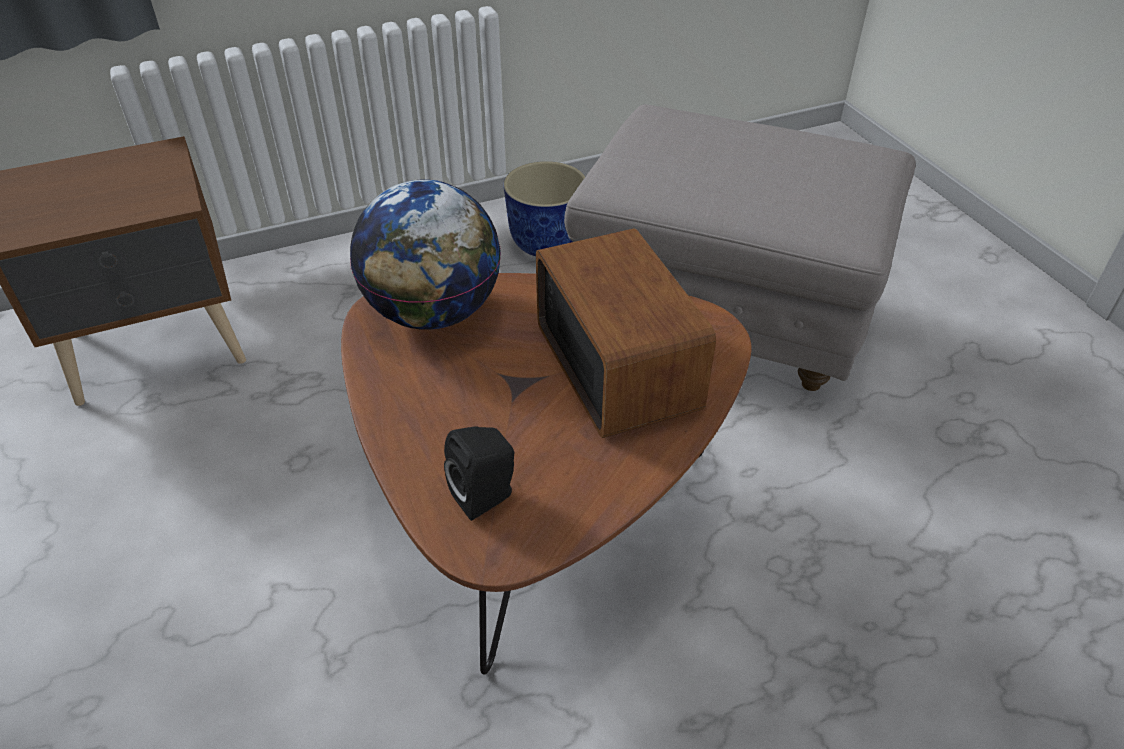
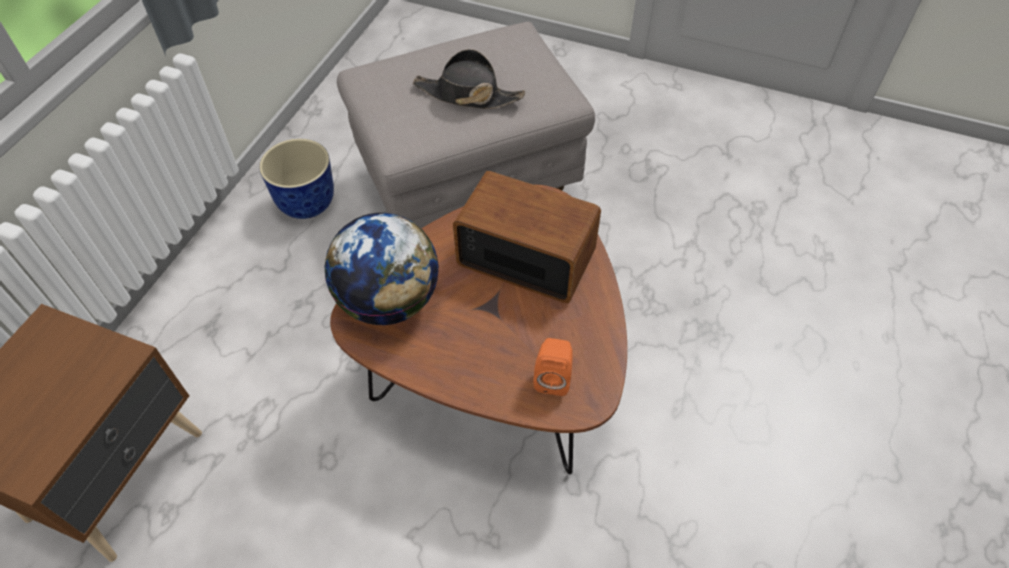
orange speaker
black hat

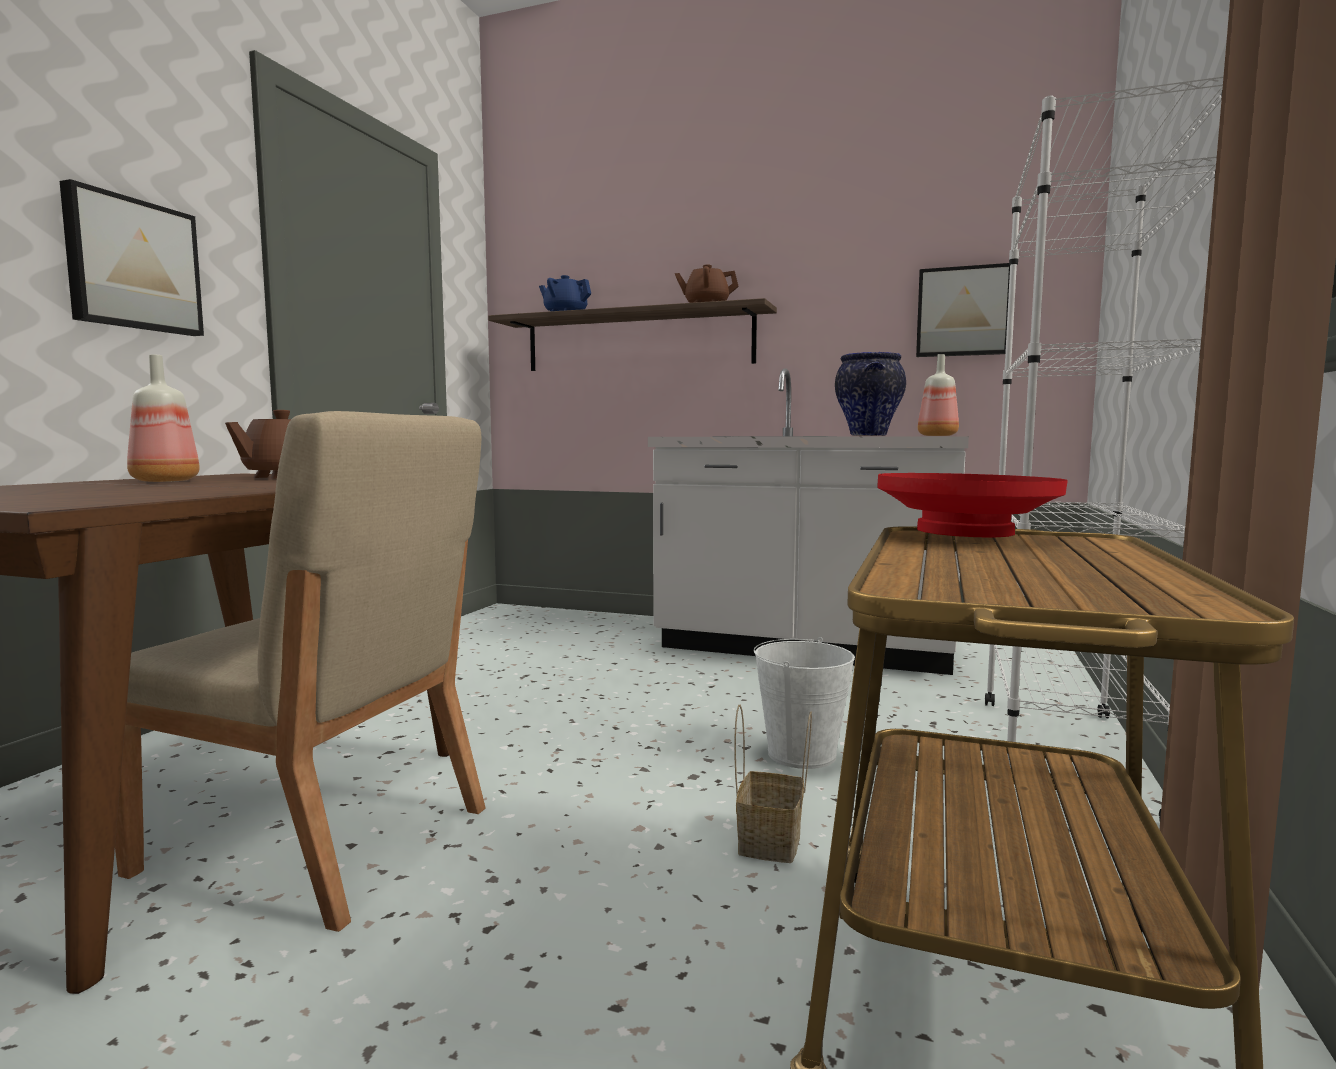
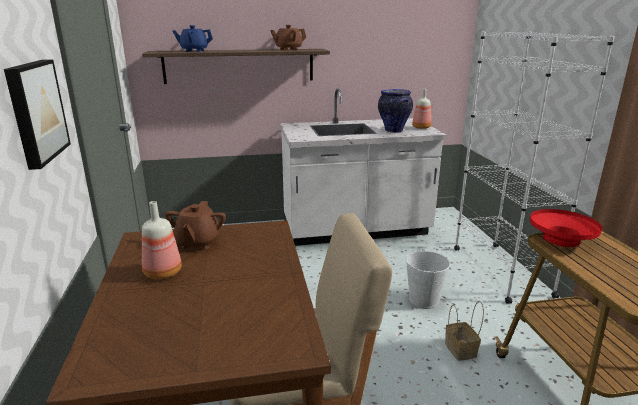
picture (no. 2 from left in the first image)

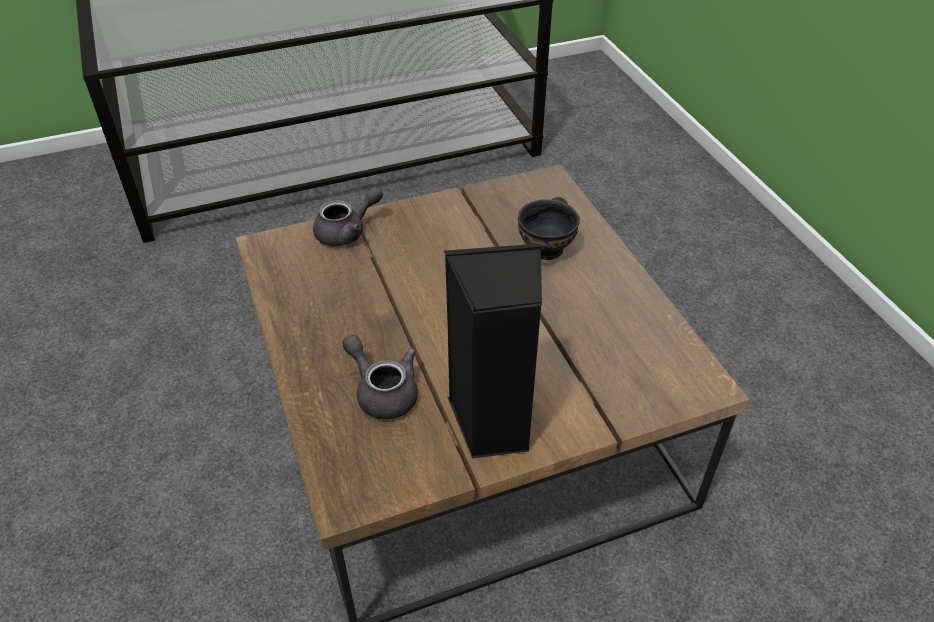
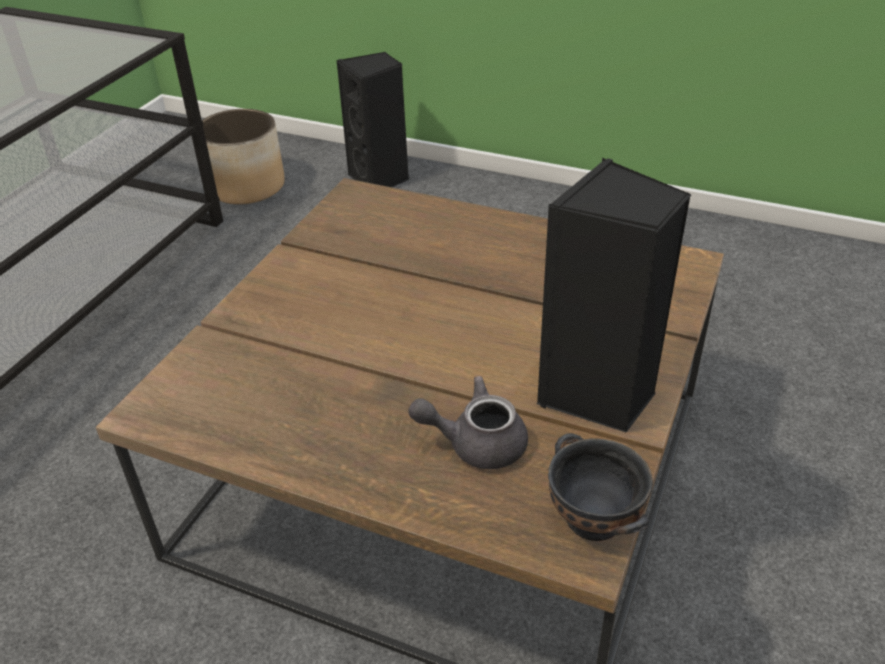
grey teapot (no. 1 from left in the first image)
black bowl
black speaker (no. 1 from left)
planter

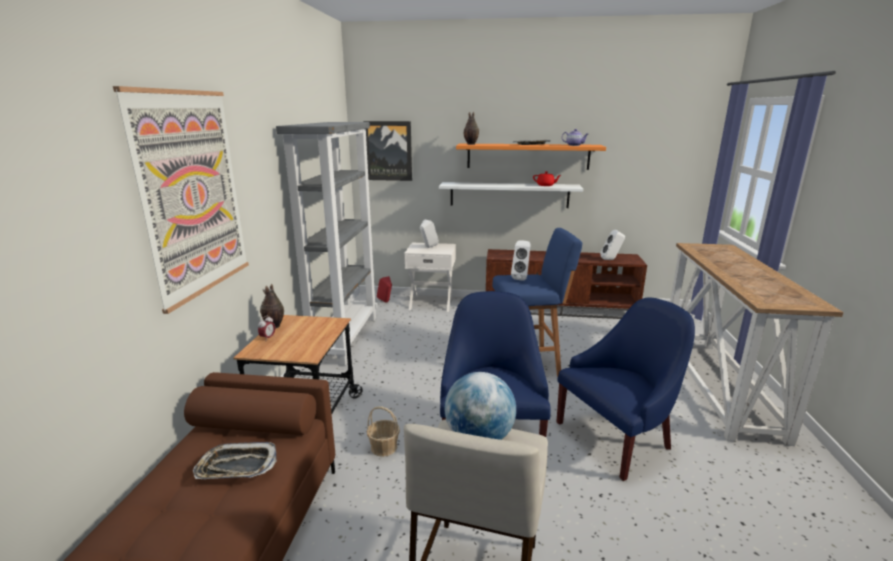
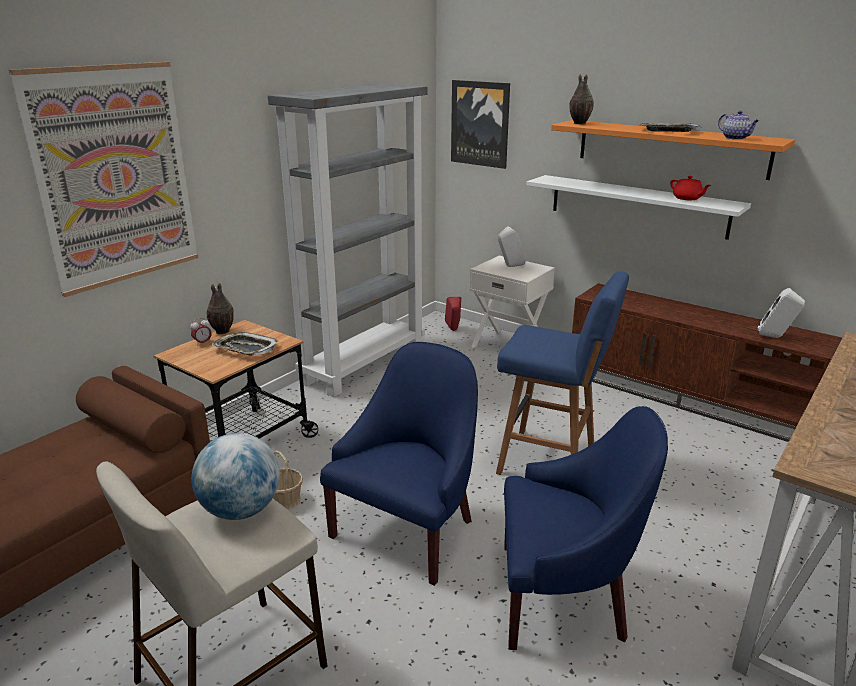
white speaker (no. 2 from left in the first image)
tray (no. 1 from left)

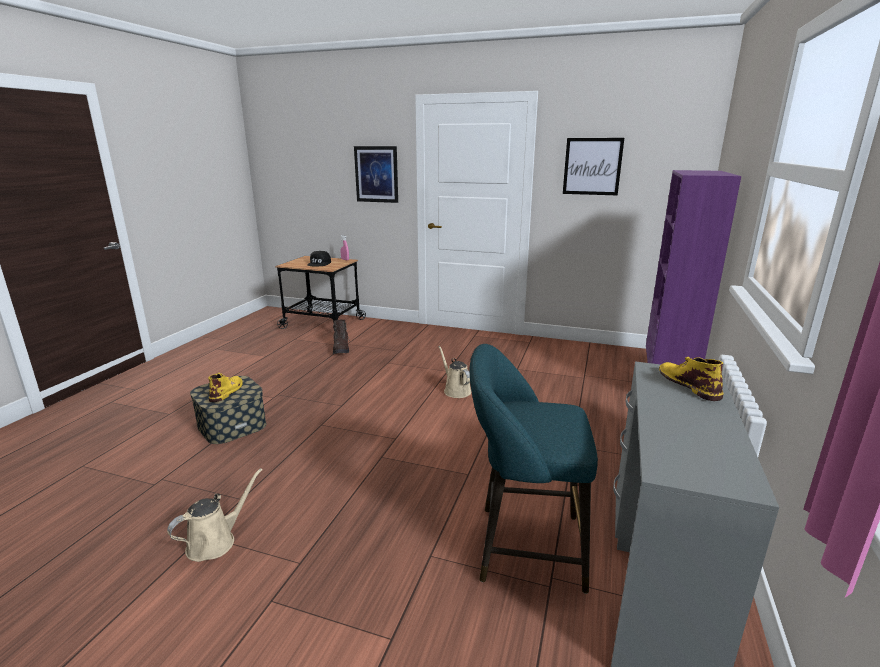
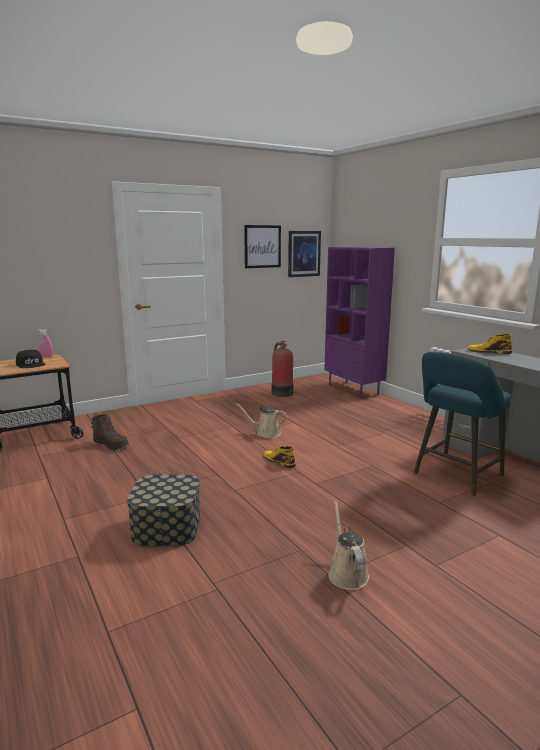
picture (no. 2 from left)
yellow boot (no. 1 from left)
fire extinguisher

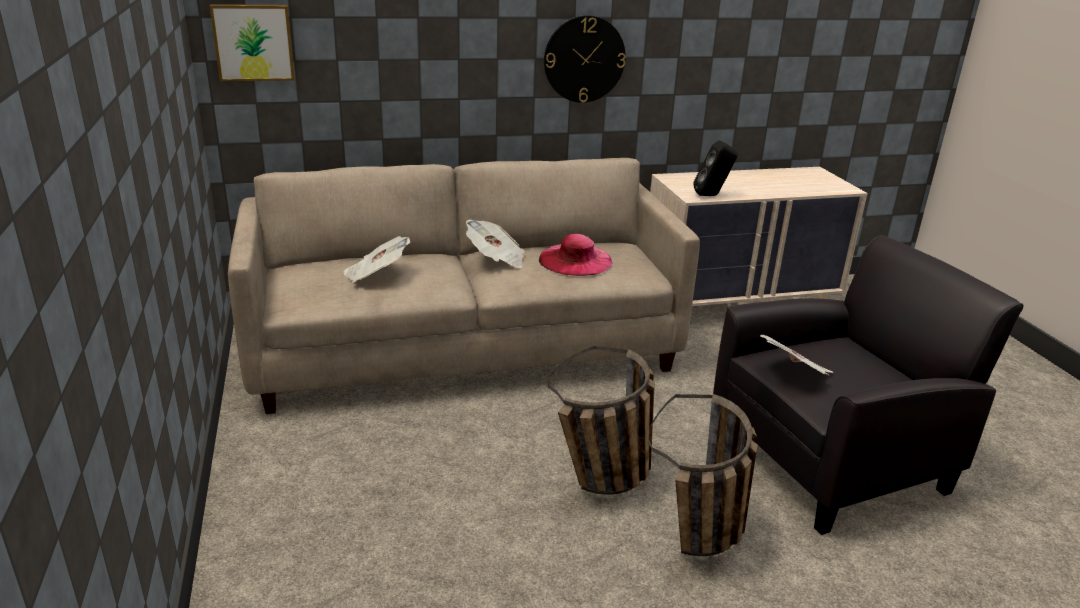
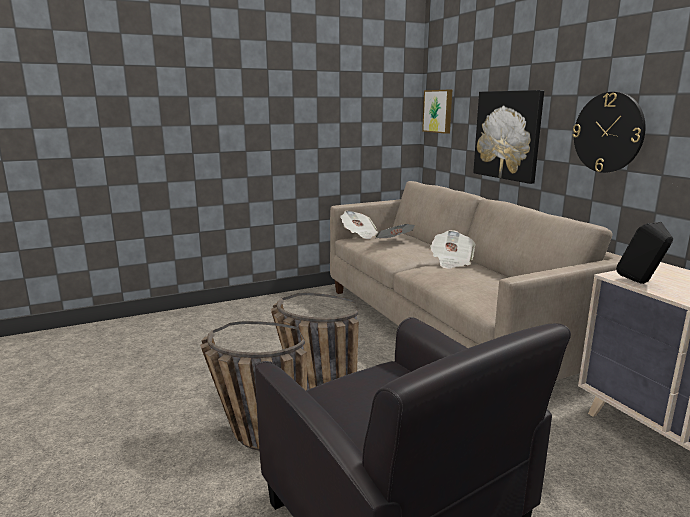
pink hat
newspaper (no. 1 from left)
picture (no. 2 from left)

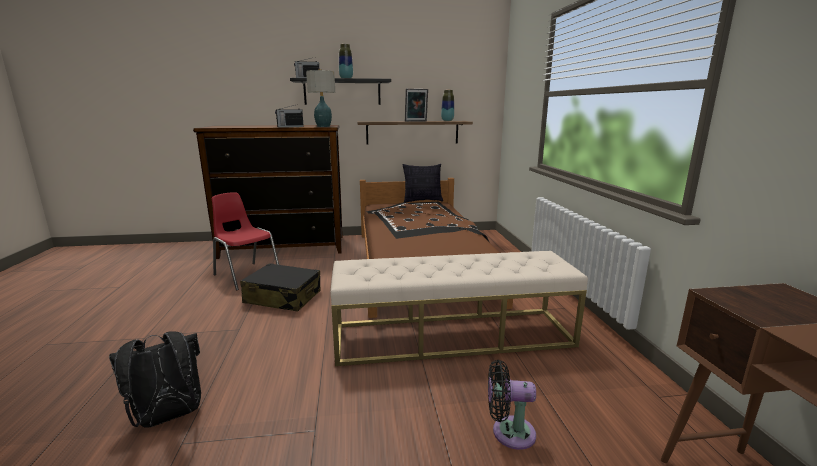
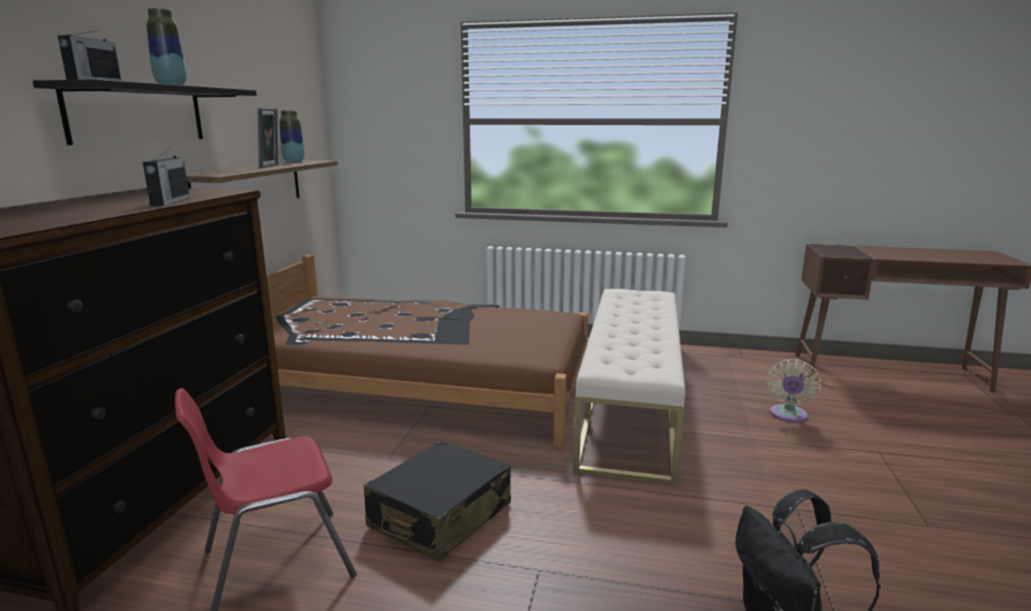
table lamp
pillow
beige fan

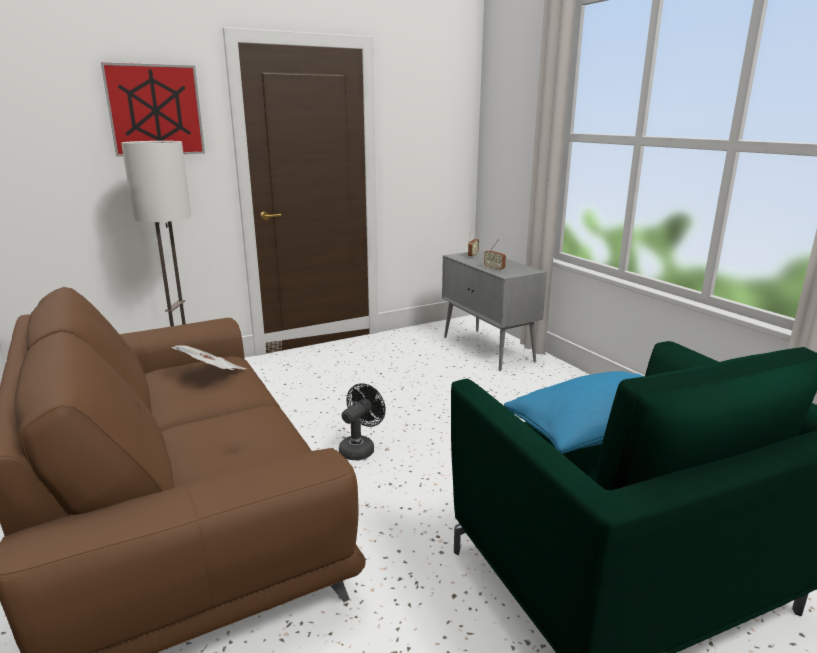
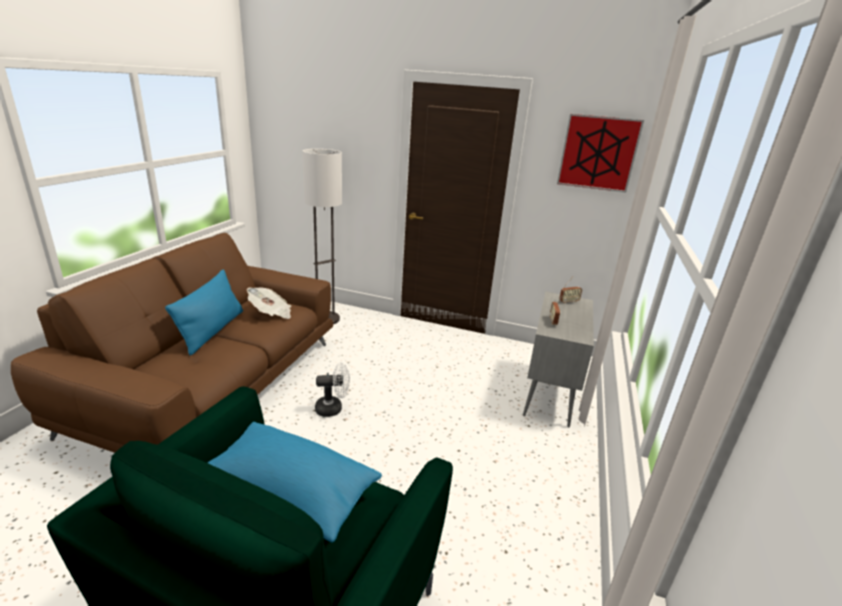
picture
white fan
blue pillow (no. 1 from left)

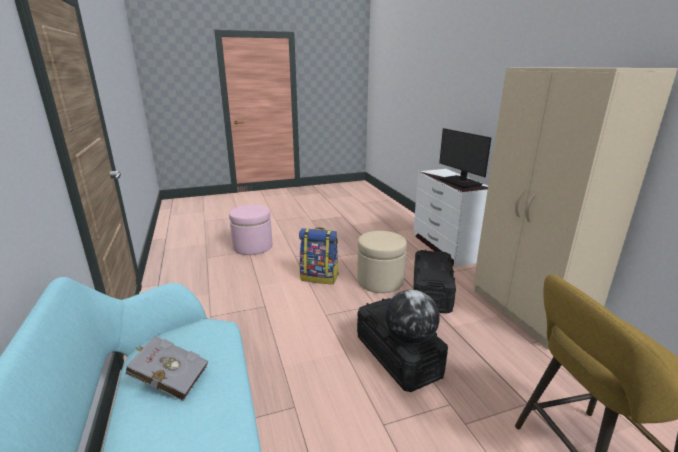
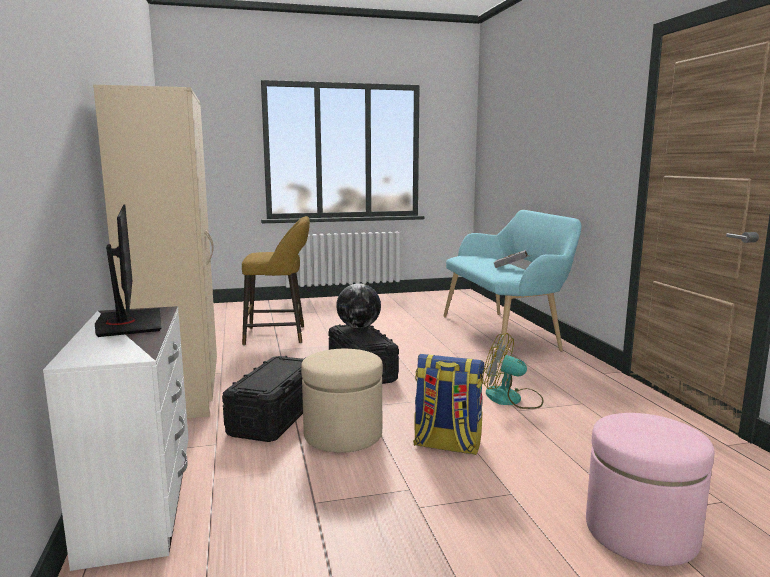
fan

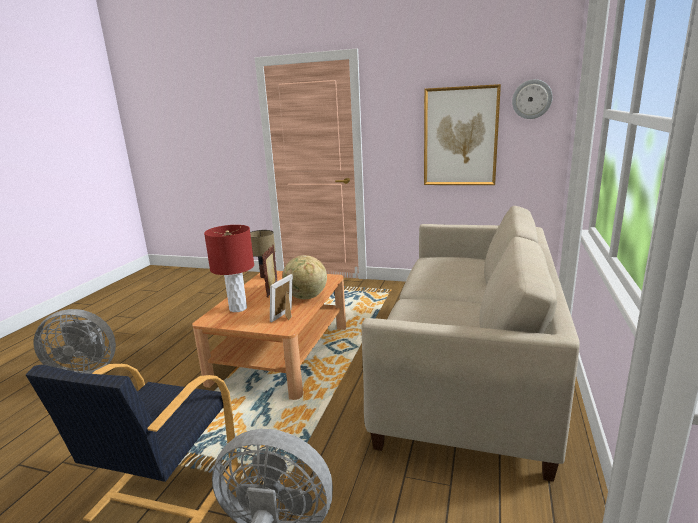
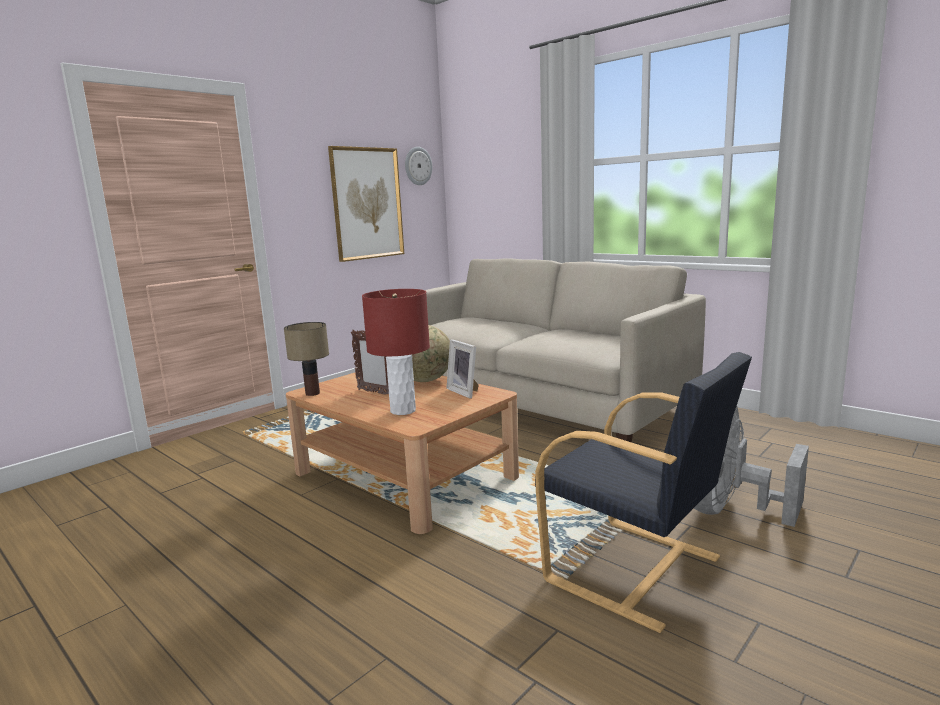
grey fan (no. 1 from left in the first image)

